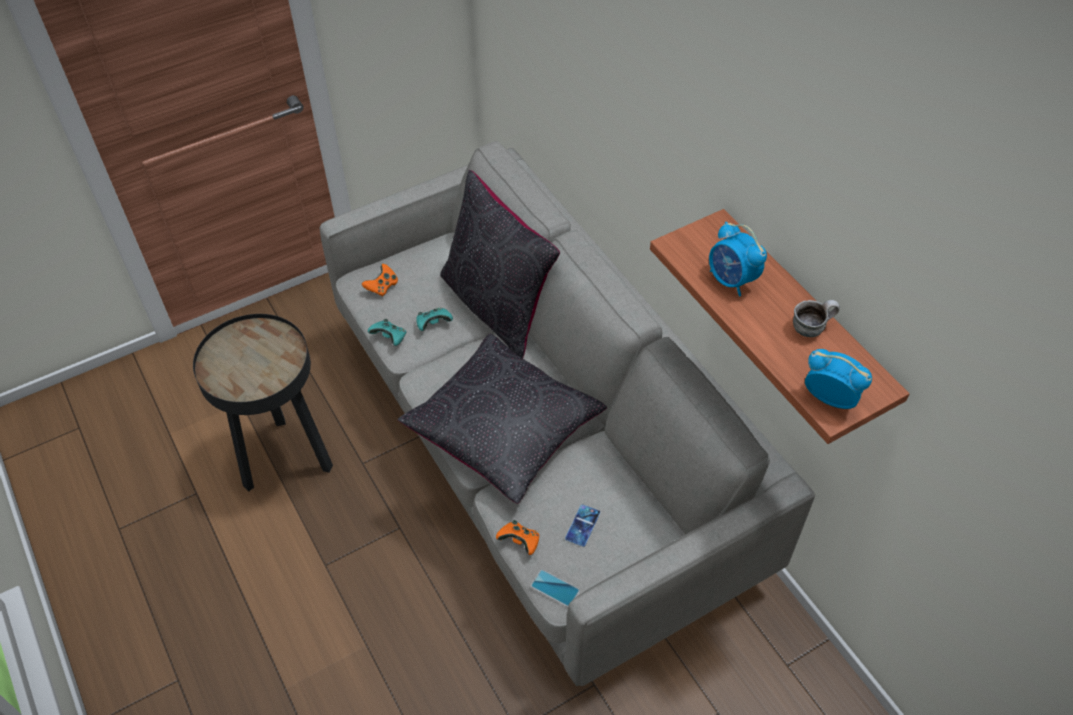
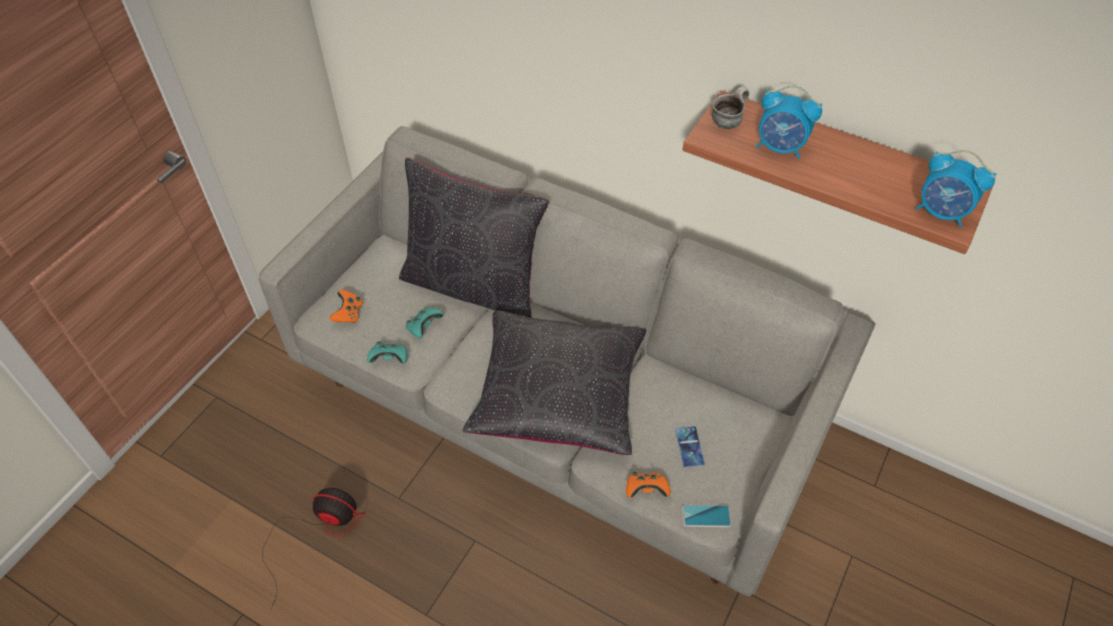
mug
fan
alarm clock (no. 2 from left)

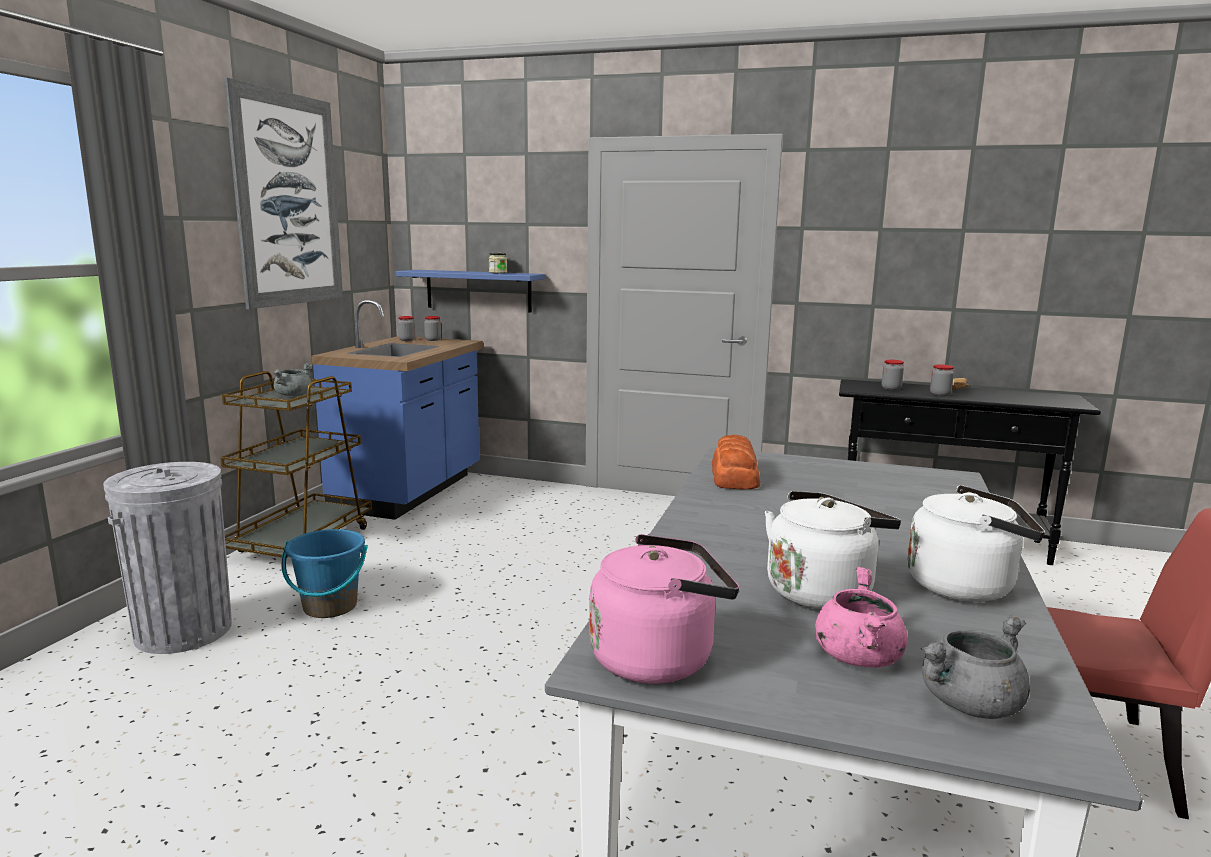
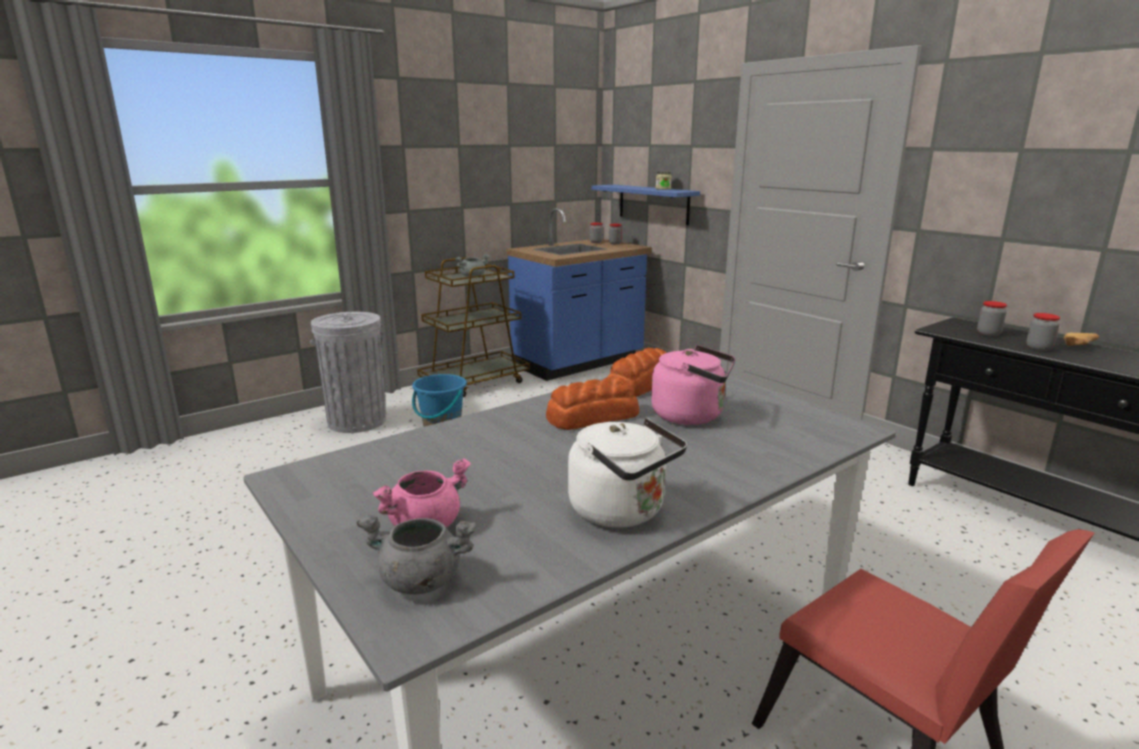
picture
white kettle (no. 1 from left in the first image)
pink kettle
bread (no. 1 from left)

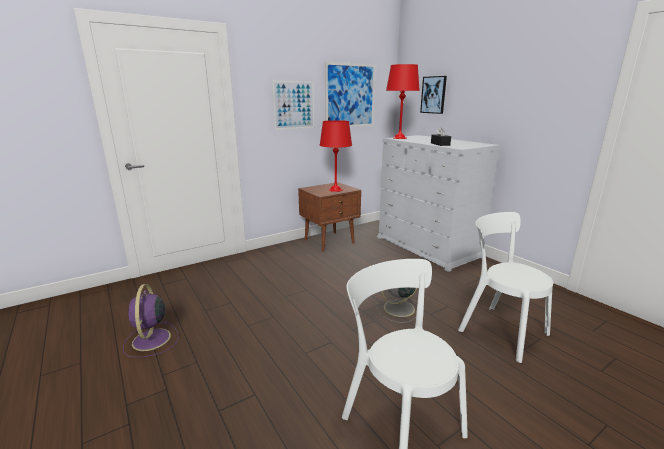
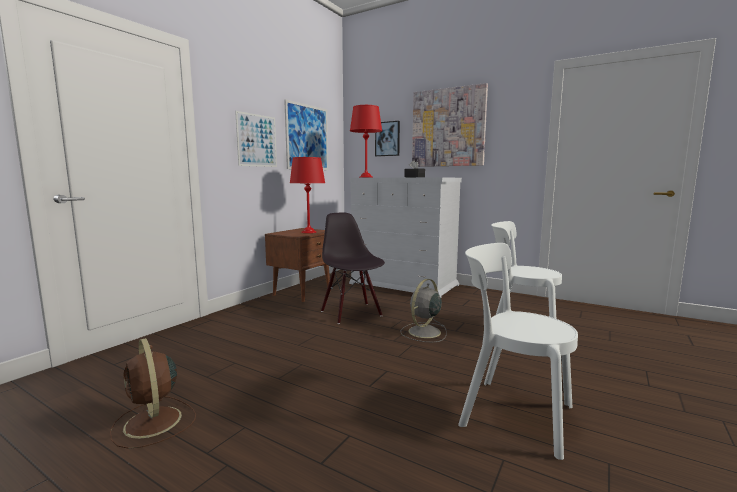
brown fan
picture (no. 4 from left)
black chair

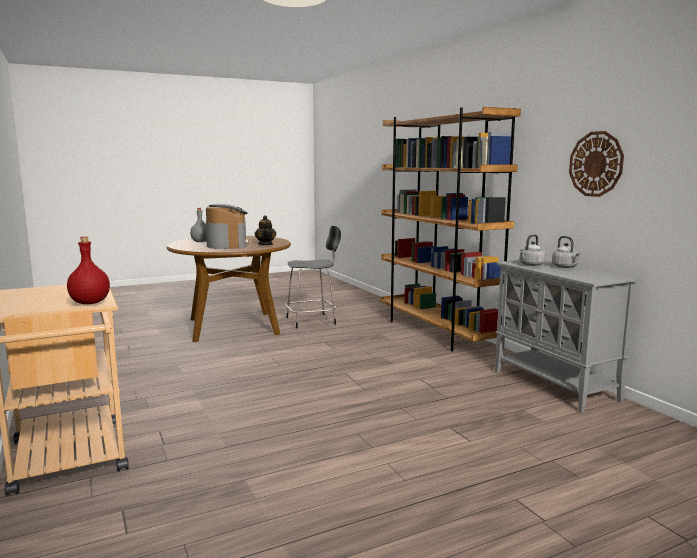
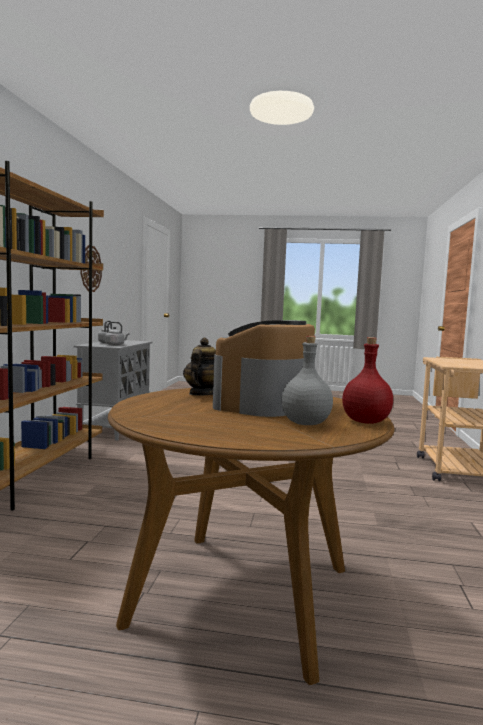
black chair
red bottle

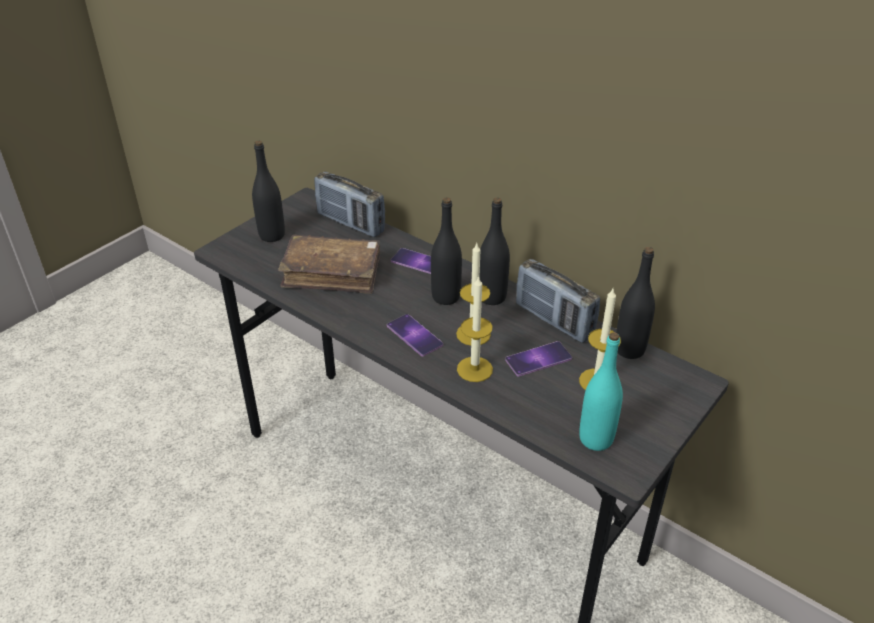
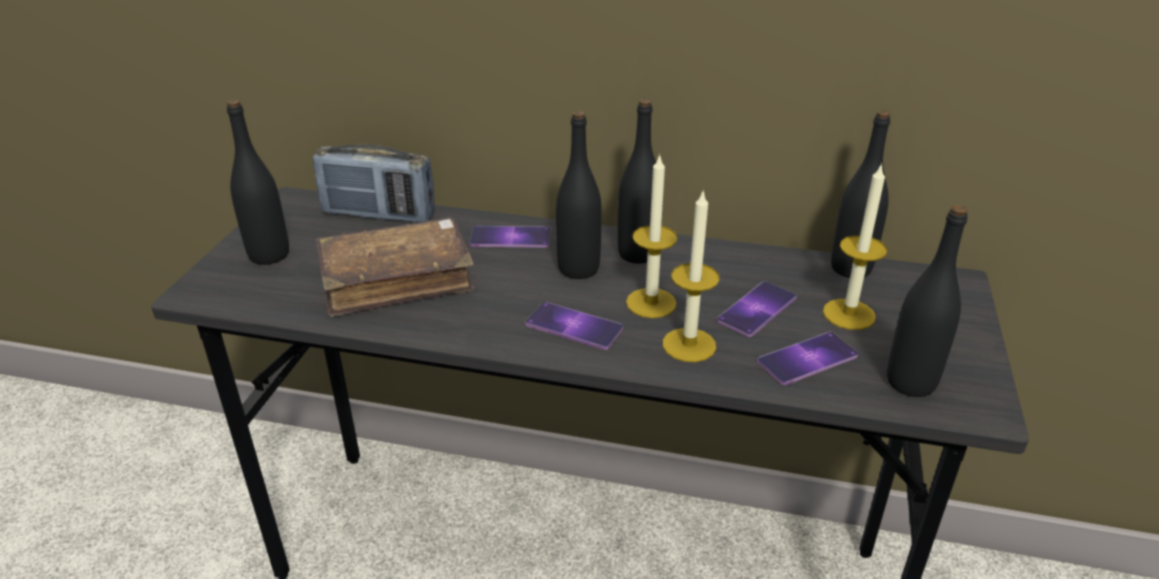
radio (no. 2 from left in the first image)
black bottle (no. 5 from left)
phone (no. 4 from left)

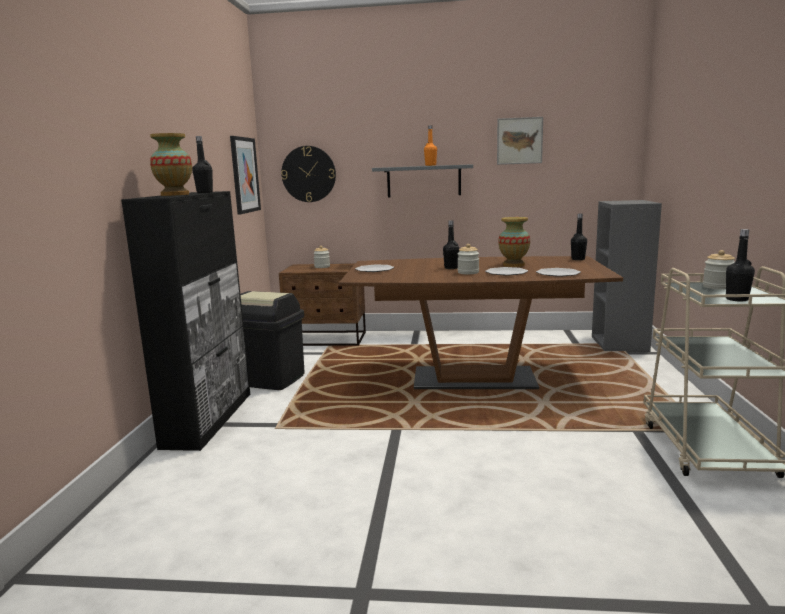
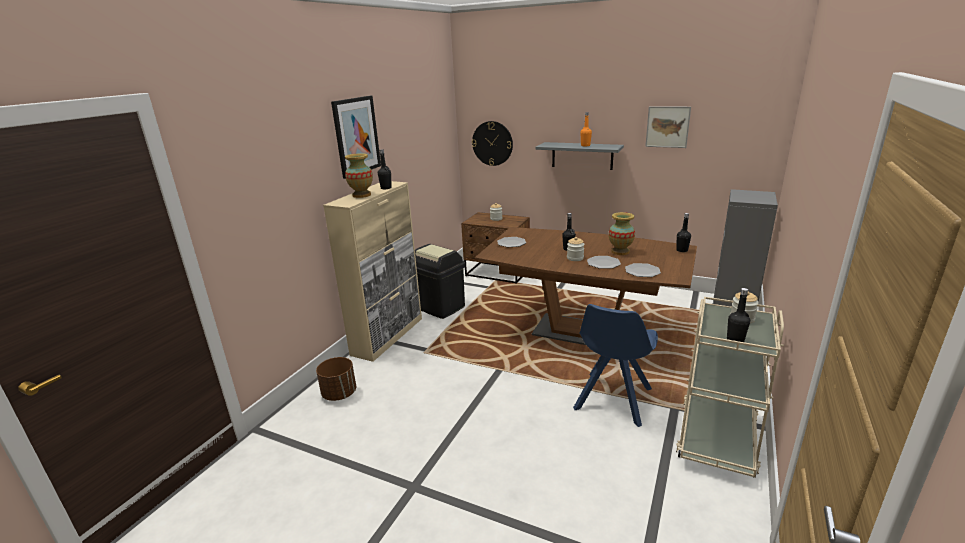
picture (no. 1 from left)
beige cabinet
blue chair
brown planter

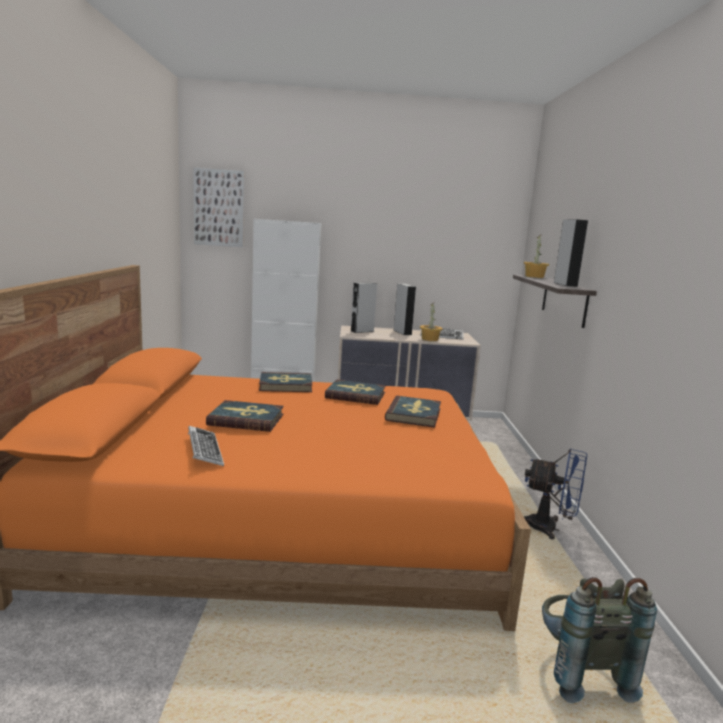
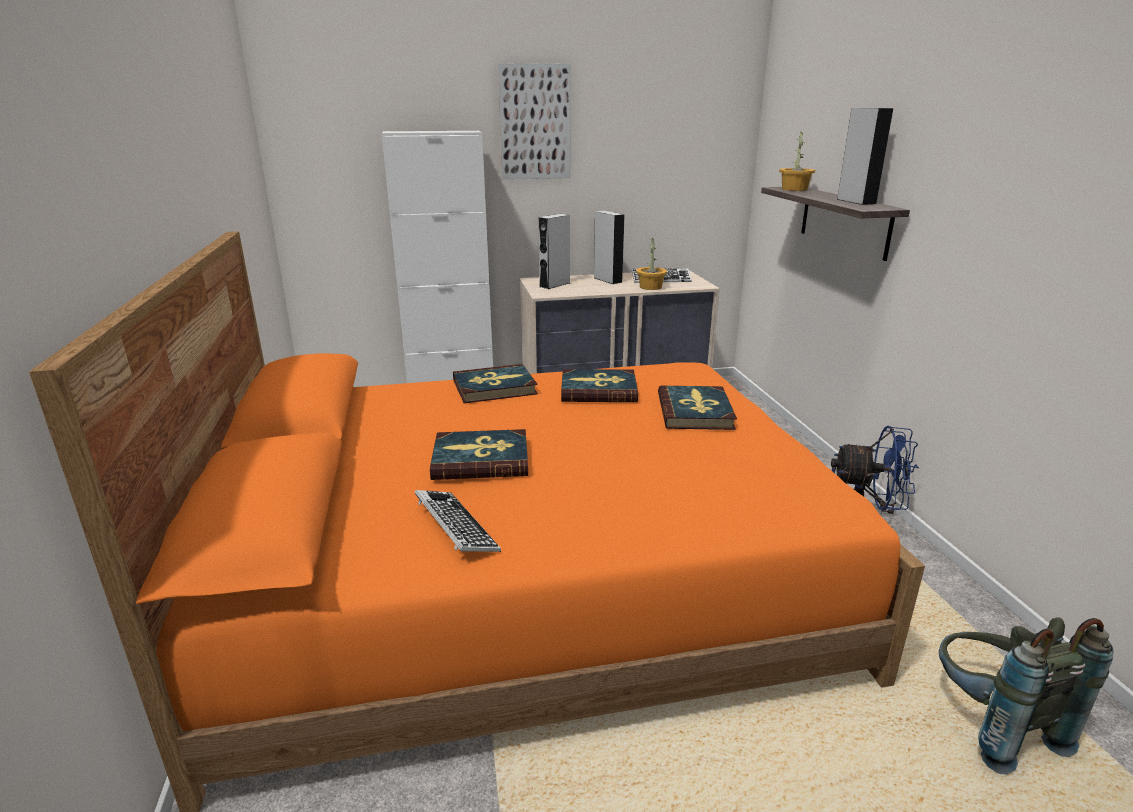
picture

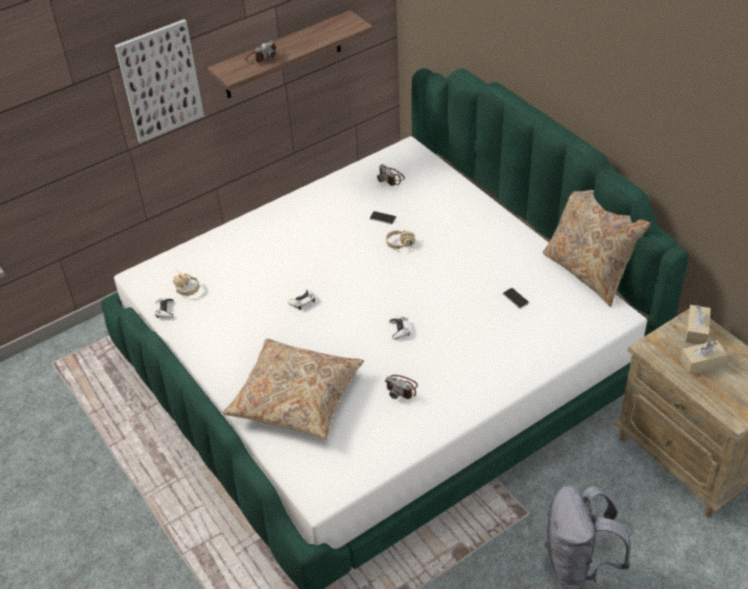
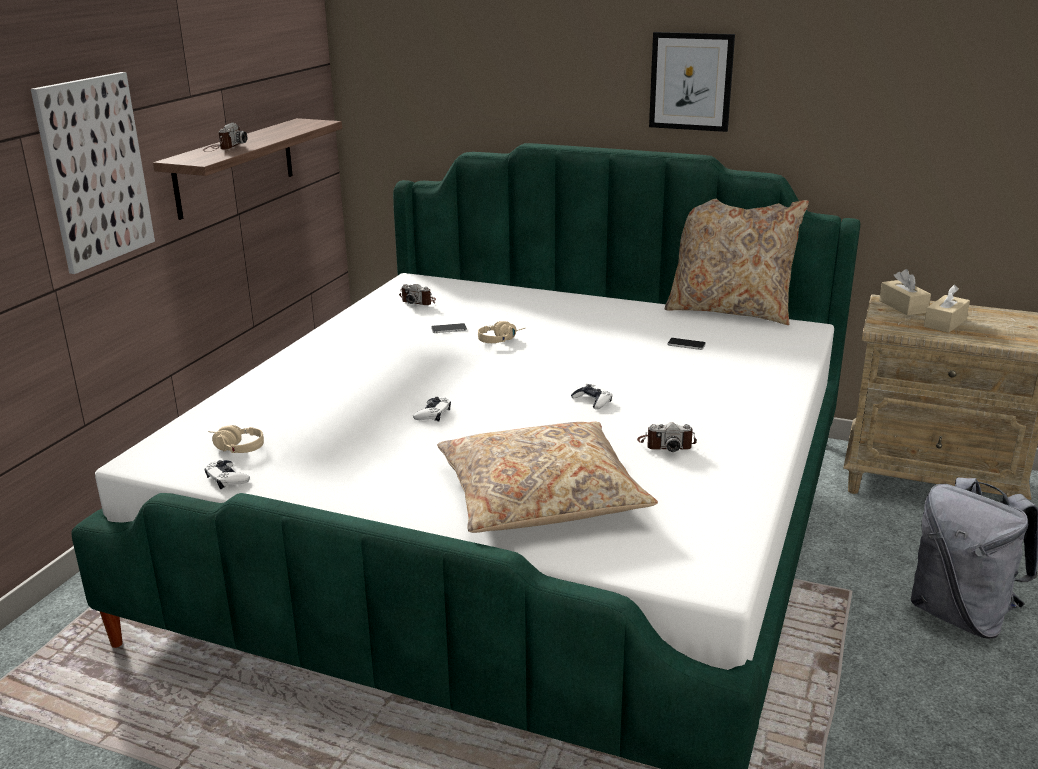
picture (no. 2 from left)

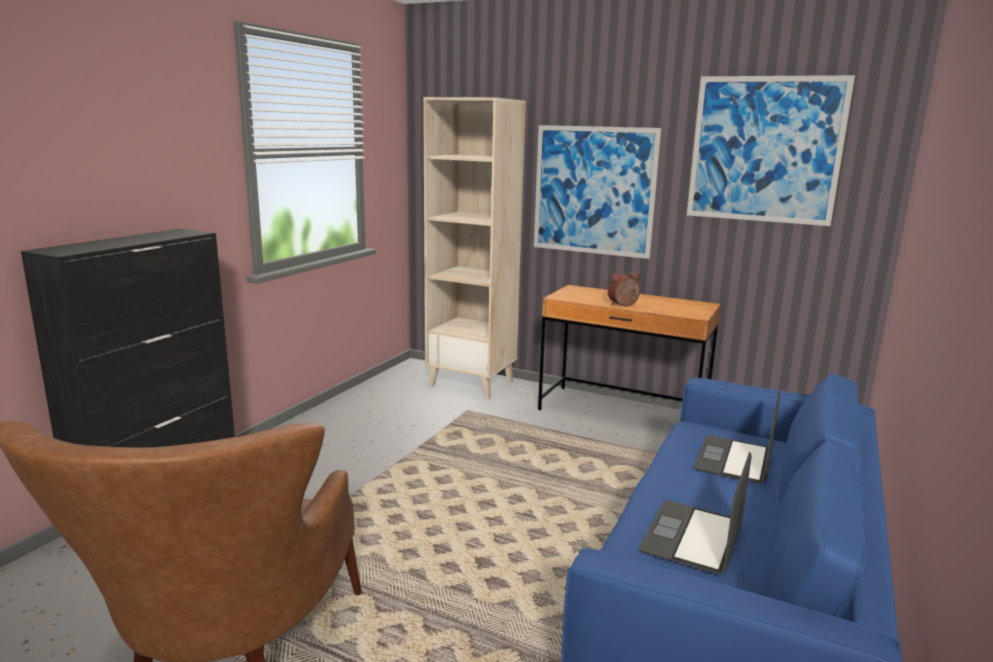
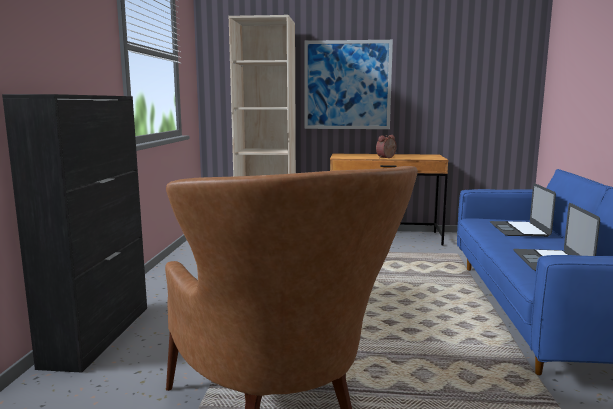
picture (no. 2 from left in the first image)

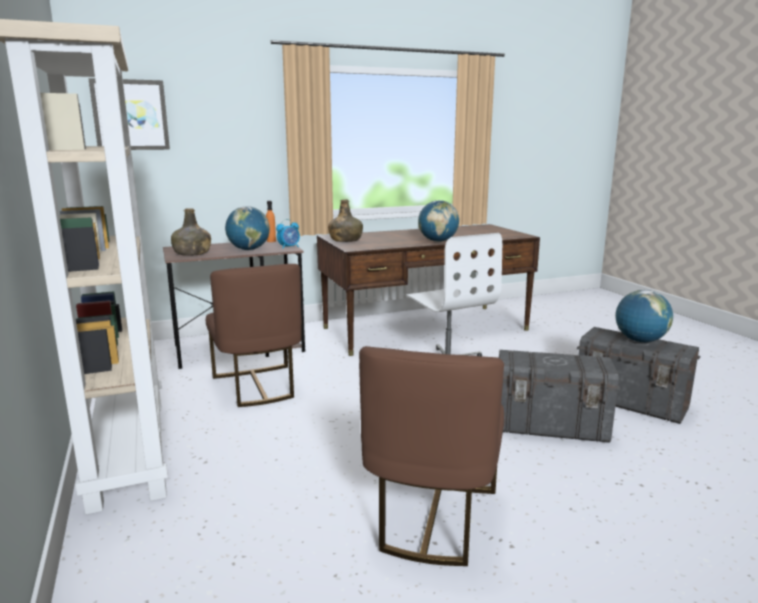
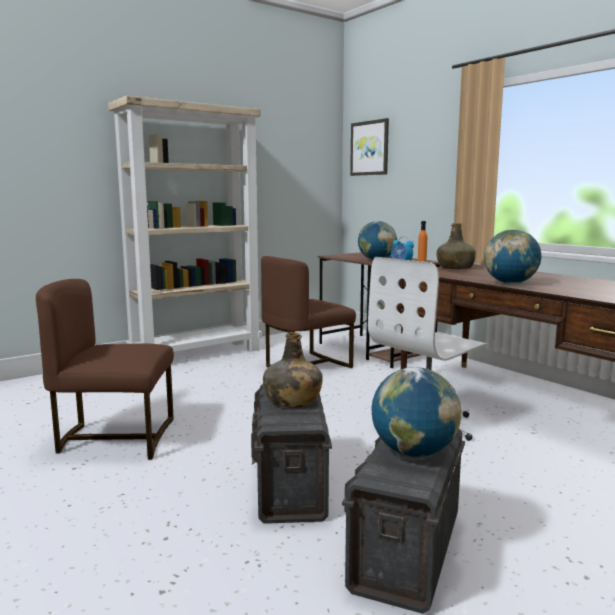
green bottle (no. 1 from left)

